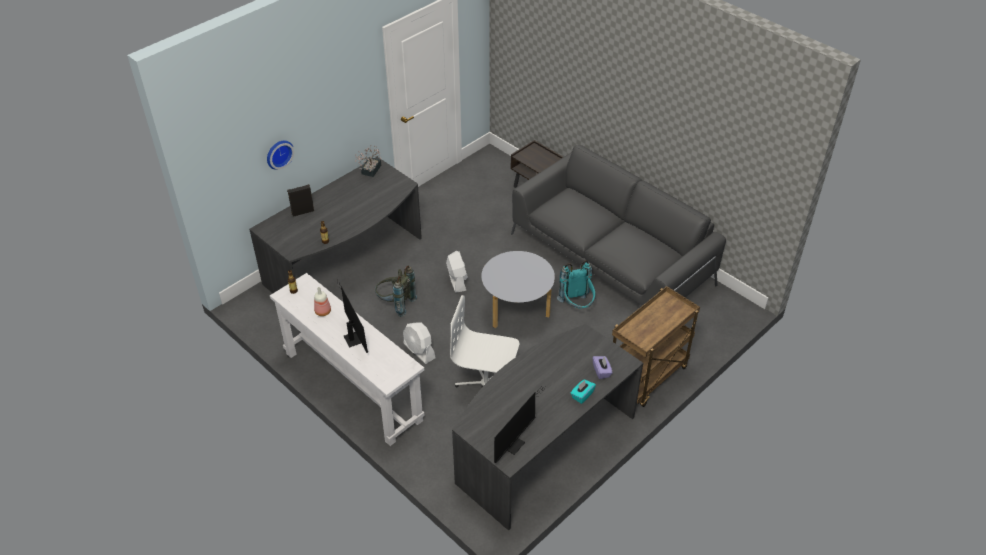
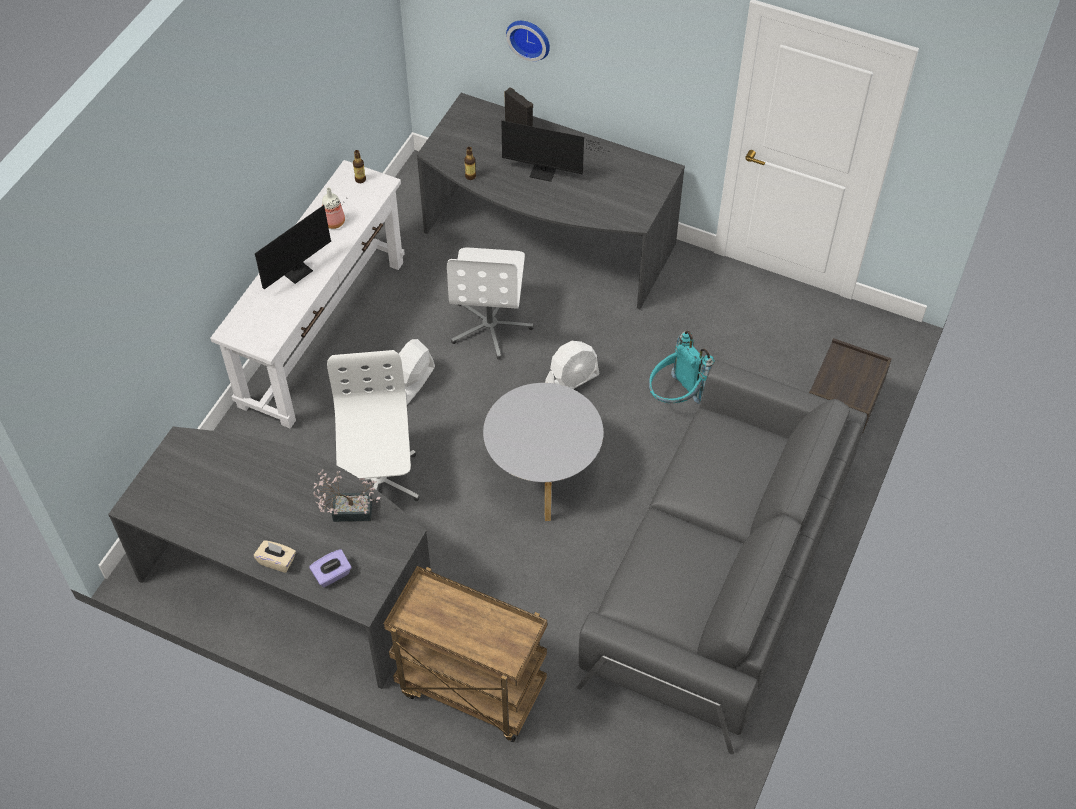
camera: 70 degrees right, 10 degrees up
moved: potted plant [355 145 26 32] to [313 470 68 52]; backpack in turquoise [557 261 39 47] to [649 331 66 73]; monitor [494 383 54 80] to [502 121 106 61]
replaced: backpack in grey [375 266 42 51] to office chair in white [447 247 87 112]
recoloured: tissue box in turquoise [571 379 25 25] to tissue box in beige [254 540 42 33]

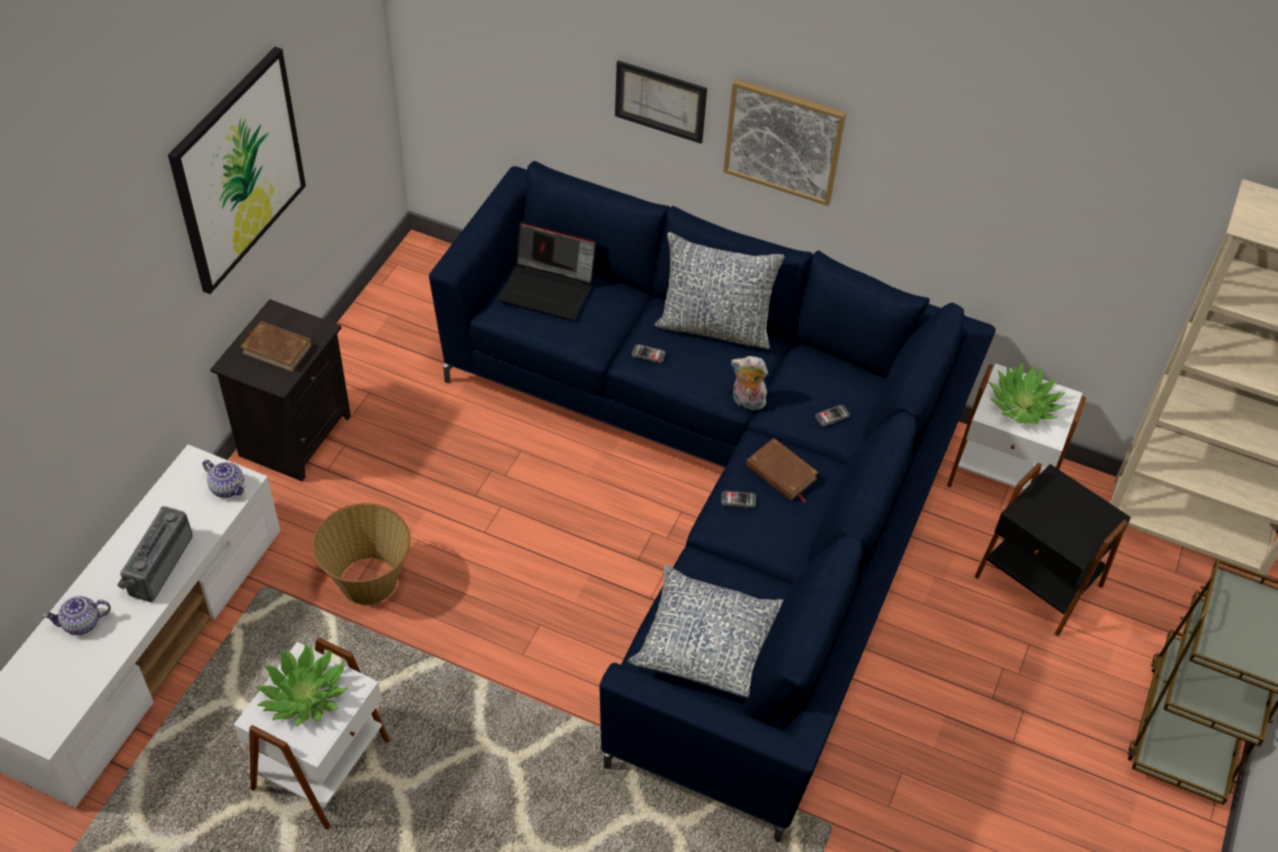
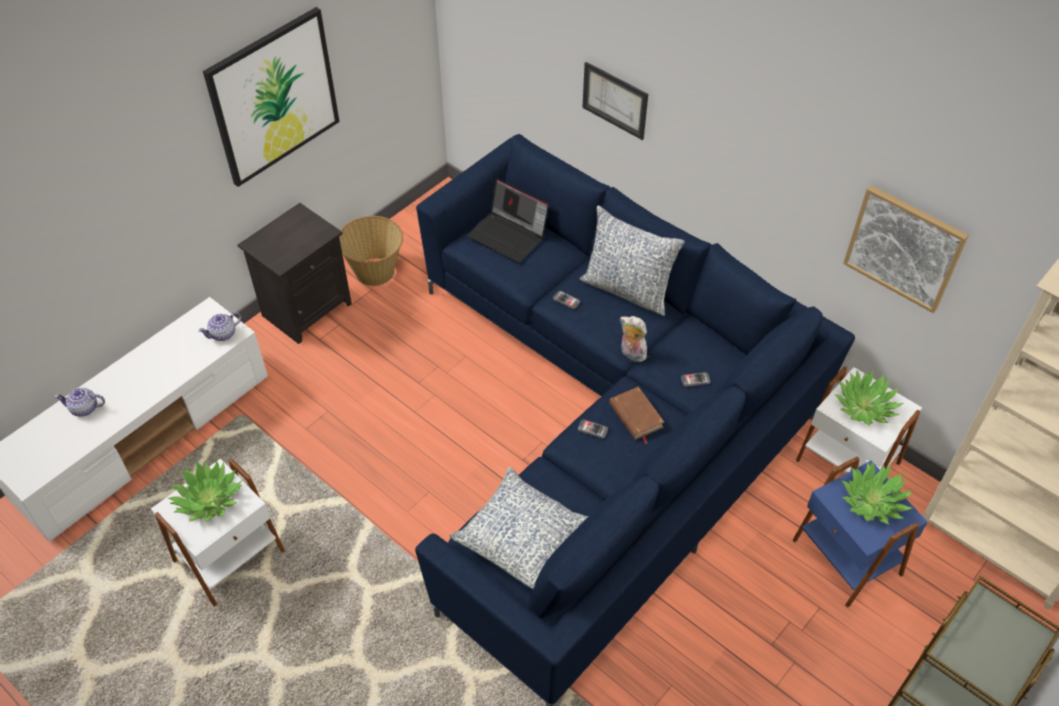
camera: 20 degrees right, 0 degrees up
removed: book in brown [240 321 72 51]; radio [117 506 76 96]
added: potted plant [842 461 71 63]
moved: picture [723 78 123 128] to [843 185 126 128]; basket [312 503 98 102] to [339 216 64 70]
recoloured: side table in black [975 463 156 173] to side table in blue [793 457 134 151]
turned: teapot [202 460 44 38] = [198 312 43 29] 90 degrees clockwise

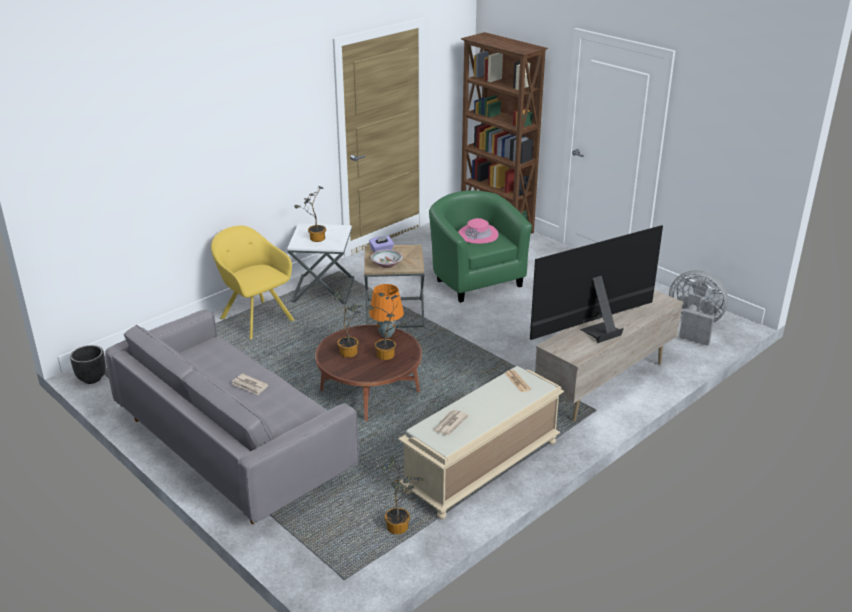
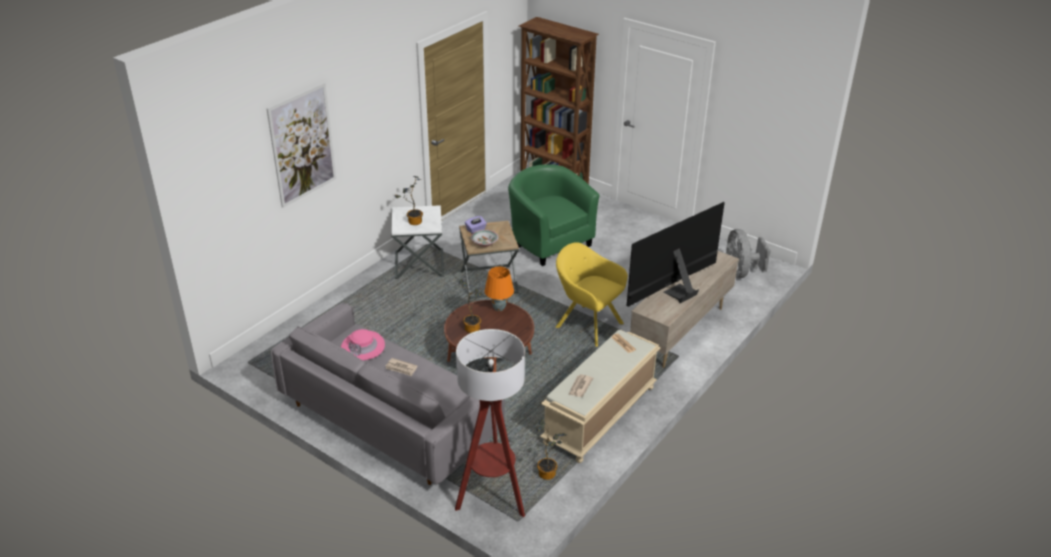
camera: 10 degrees left, 5 degrees up
removed: potted plant [367 293 39 67]; planter in black [70 345 36 39]
added: picture [266 83 70 125]; floor lamp [455 329 70 188]
moved: hat in pink [458 218 41 26] to [341 329 44 31]; armchair in yellow [211 226 84 113] to [556 242 72 105]
turned: fan in grey [669 270 59 76] = [726 229 45 49] 120 degrees counterclockwise

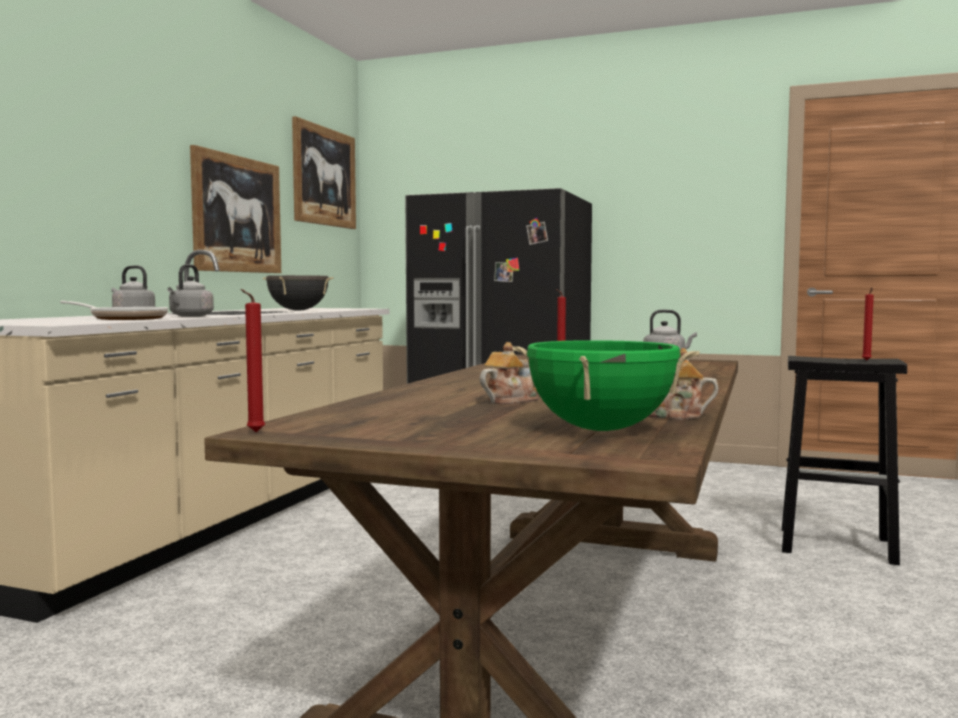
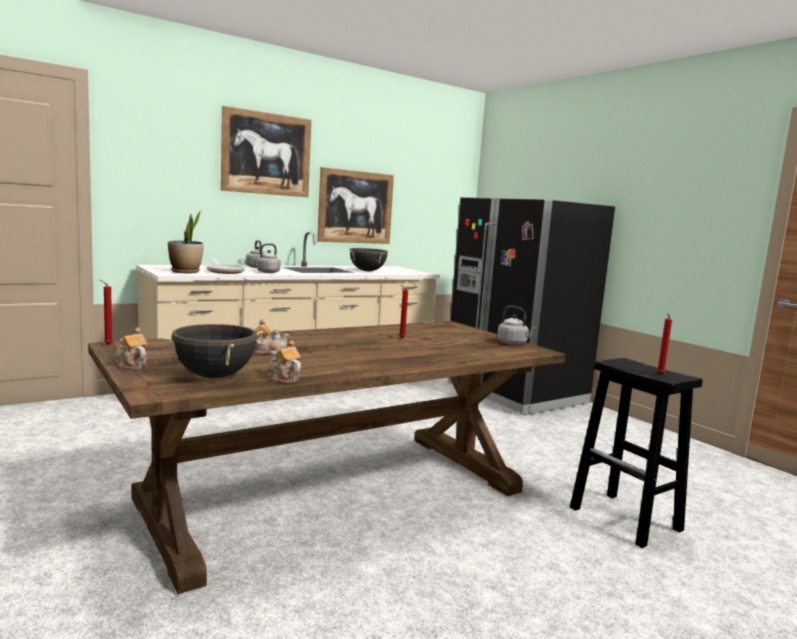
camera: 35 degrees right, 5 degrees up
added: potted plant [168 210 36 63]; teapot [115 328 32 41]
moved: picture [292 116 64 113] to [221 106 90 91]
recoloured: cooking pot in green [512 340 188 91] to cooking pot in black [162 324 102 54]

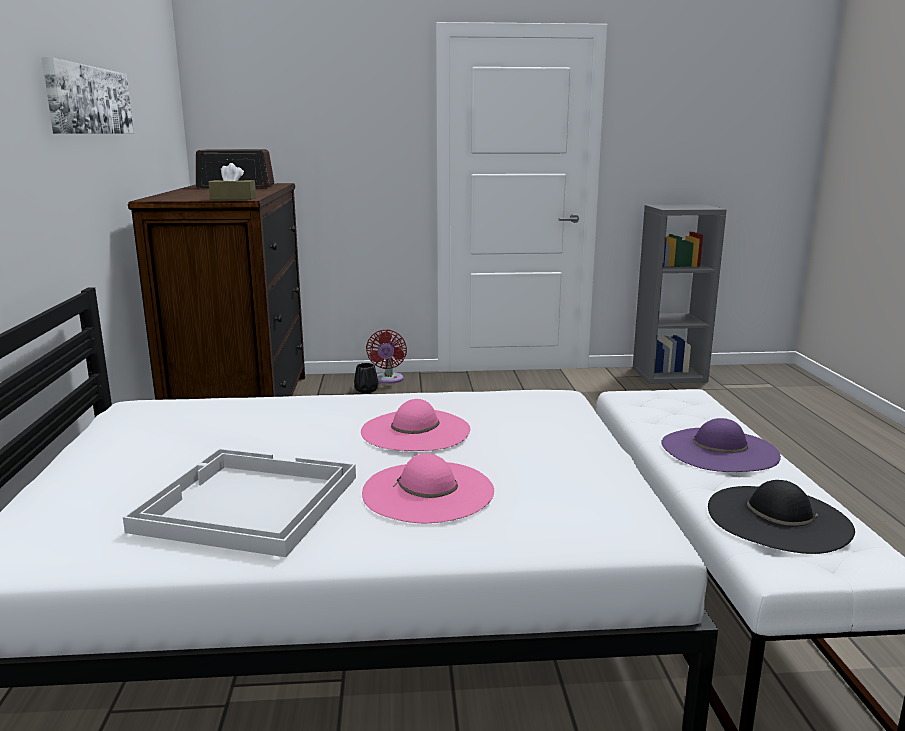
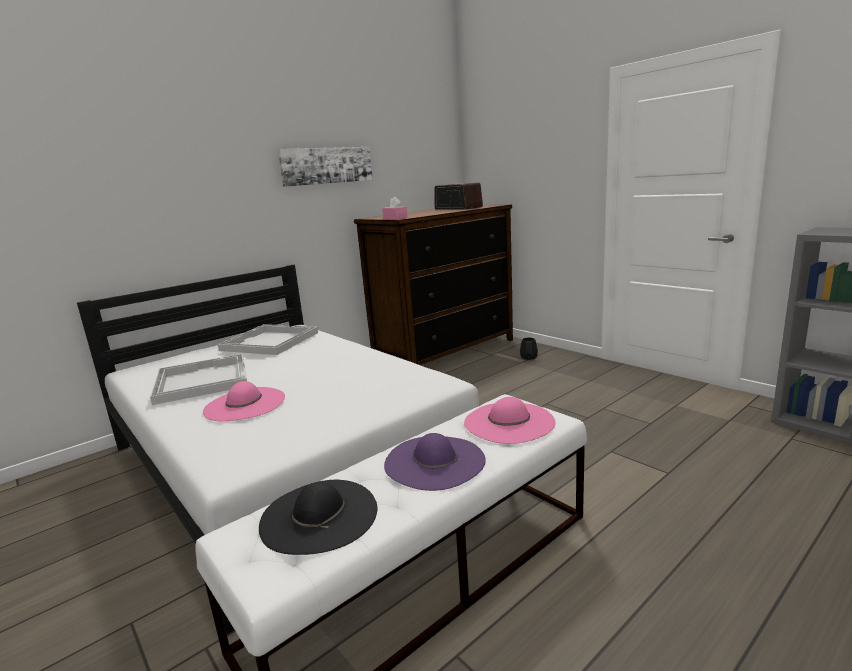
camera: 55 degrees right, 0 degrees up
removed: fan in red [366 329 41 55]
added: tray in white [218 324 100 31]
moved: hat in pink [361 399 109 52] to [464 397 91 47]
recoloured: tissue box in brown [209 163 47 37] to tissue box in pink [382 196 25 23]

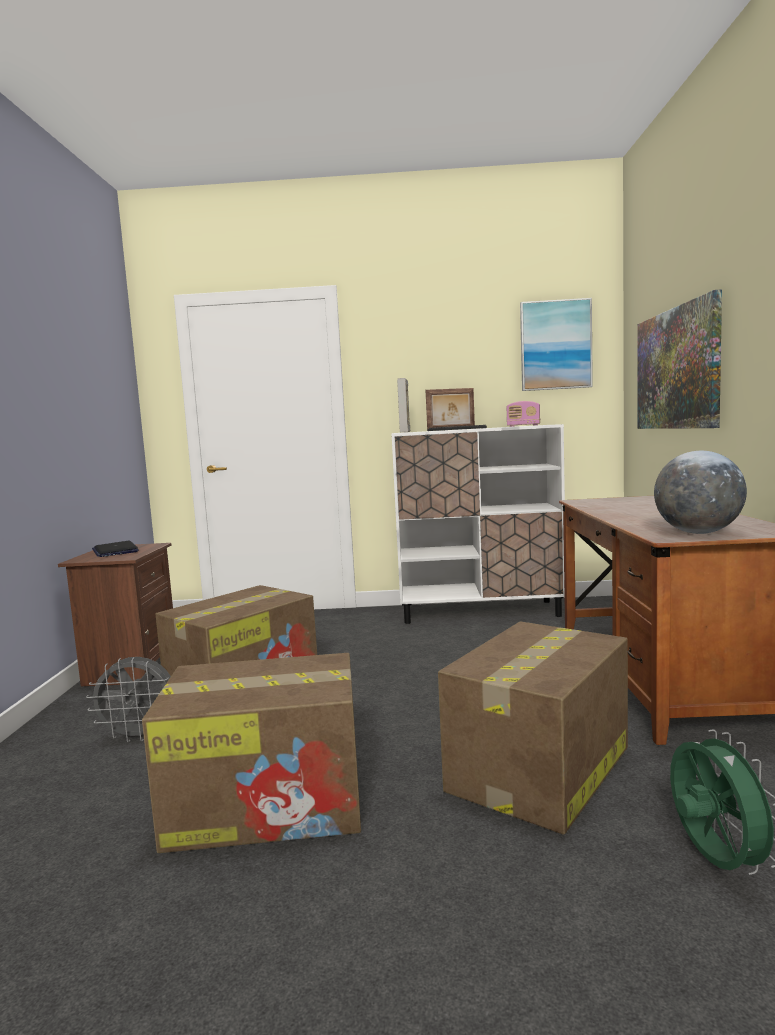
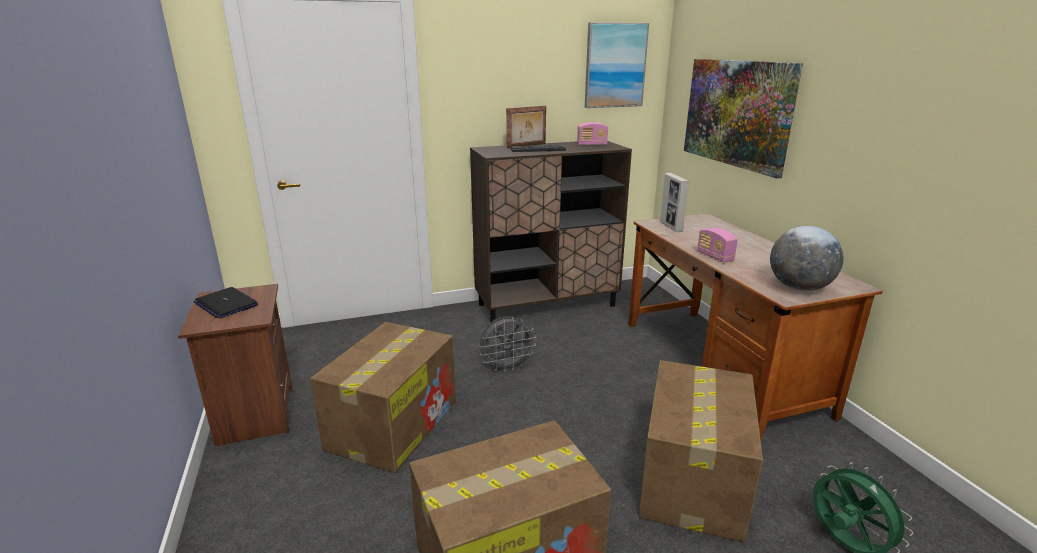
camera: 20 degrees left, 15 degrees up
added: radio [697 228 41 34]
moved: picture frame [397 378 13 55] to [660 173 29 59]; fan in grey [86 657 85 85] to [480 316 56 56]
recoloured: cabinet in white [391 424 174 200] to cabinet in brown [470 141 162 182]

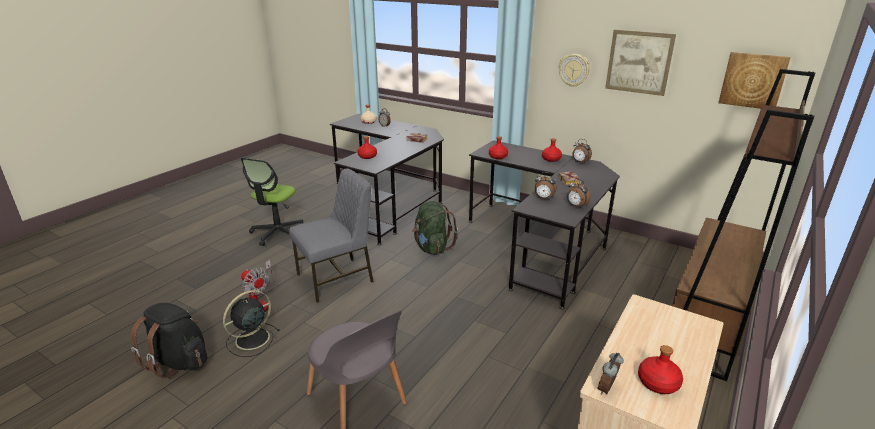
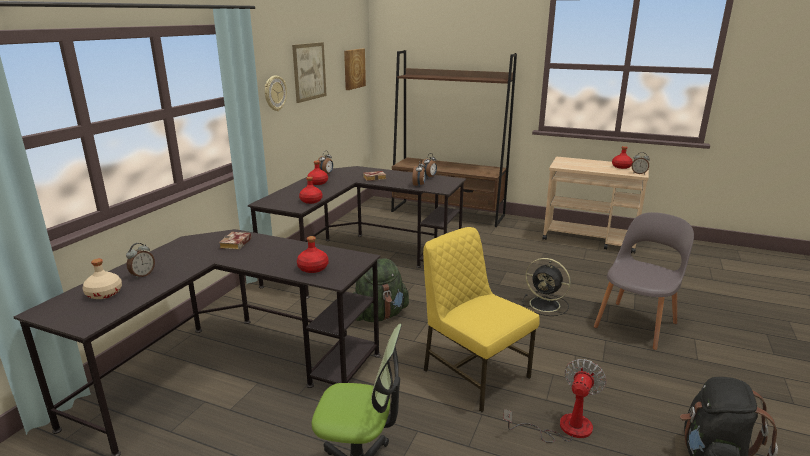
camera: 100 degrees left, 5 degrees down
moved: fan in black [223 290 57 67] to [523 258 47 58]
recoloured: chair in grey [289 169 85 134] to chair in yellow [423 227 117 185]

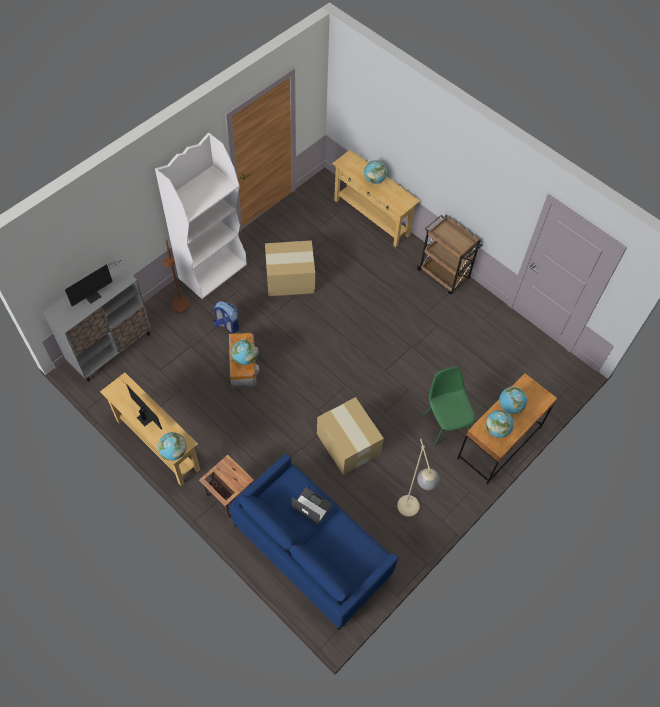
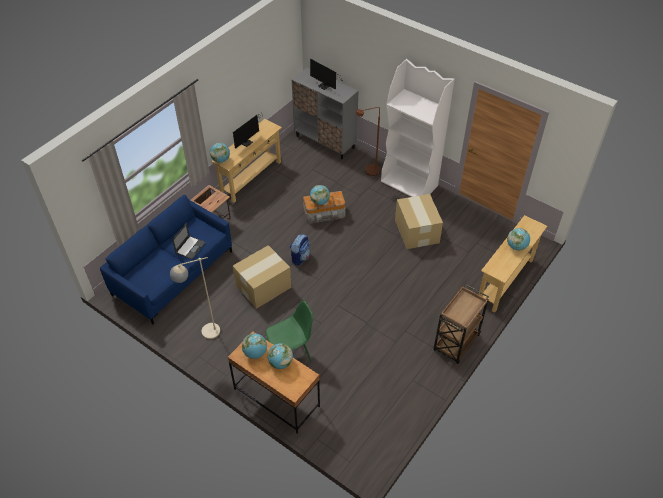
camera: 85 degrees right, 10 degrees down
moved: backpack [213 301 26 33] to [290 234 20 32]

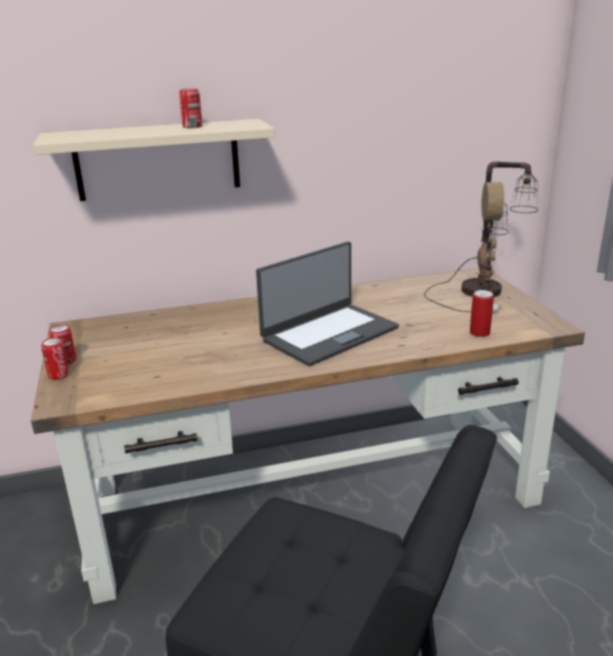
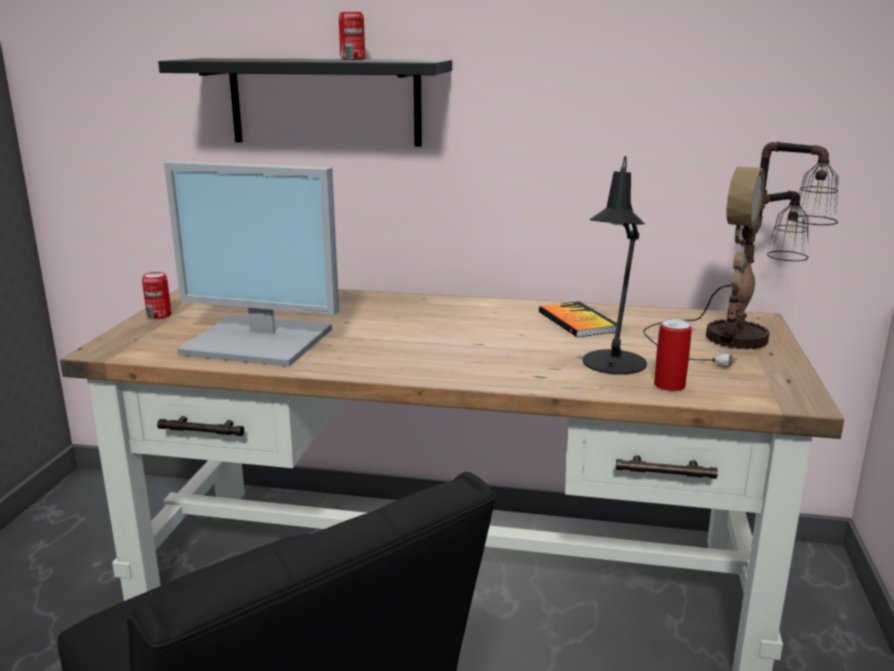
camera: 25 degrees right, 5 degrees down
removed: laptop [256 242 143 124]; can [41 338 29 42]
added: table lamp in black [583 156 64 218]; monitor [164 161 175 206]; book [539 301 78 36]
recoloured: shelf in beige [33 119 242 82] to shelf in black [158 58 294 89]

